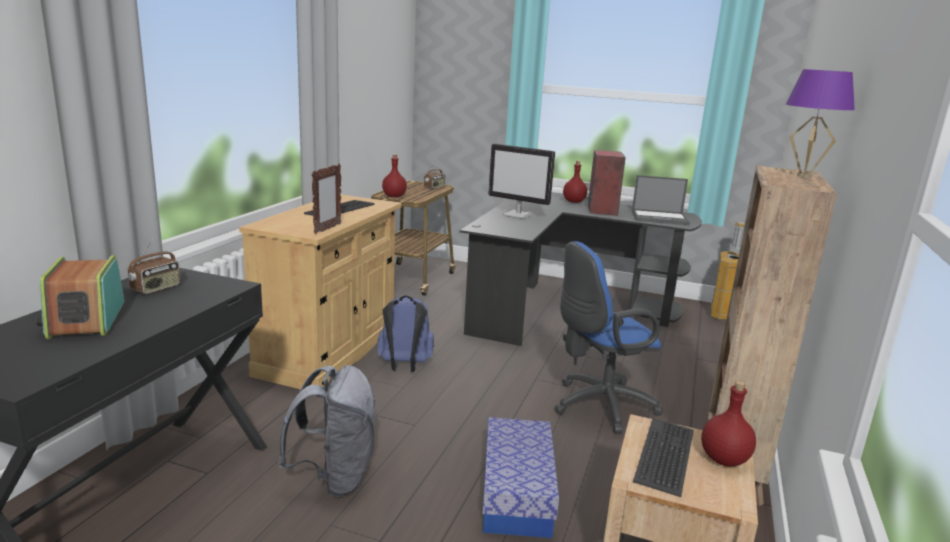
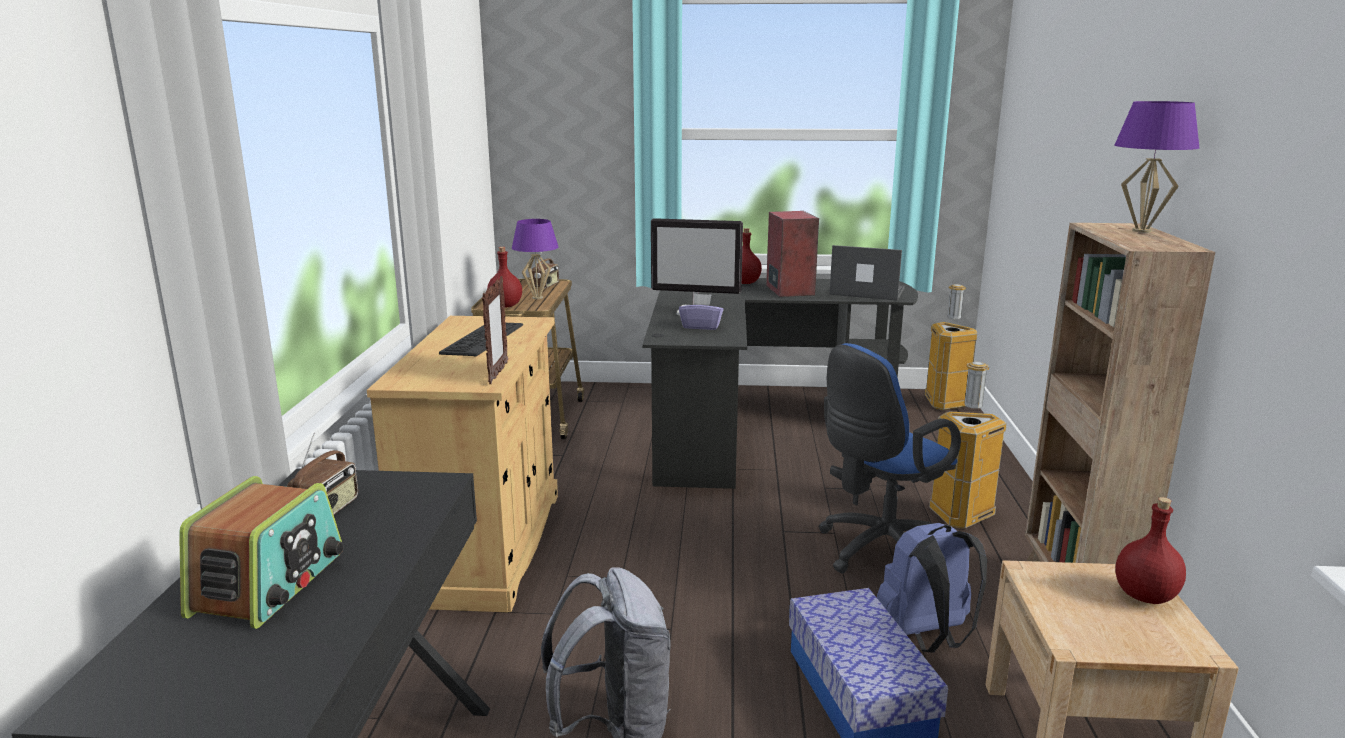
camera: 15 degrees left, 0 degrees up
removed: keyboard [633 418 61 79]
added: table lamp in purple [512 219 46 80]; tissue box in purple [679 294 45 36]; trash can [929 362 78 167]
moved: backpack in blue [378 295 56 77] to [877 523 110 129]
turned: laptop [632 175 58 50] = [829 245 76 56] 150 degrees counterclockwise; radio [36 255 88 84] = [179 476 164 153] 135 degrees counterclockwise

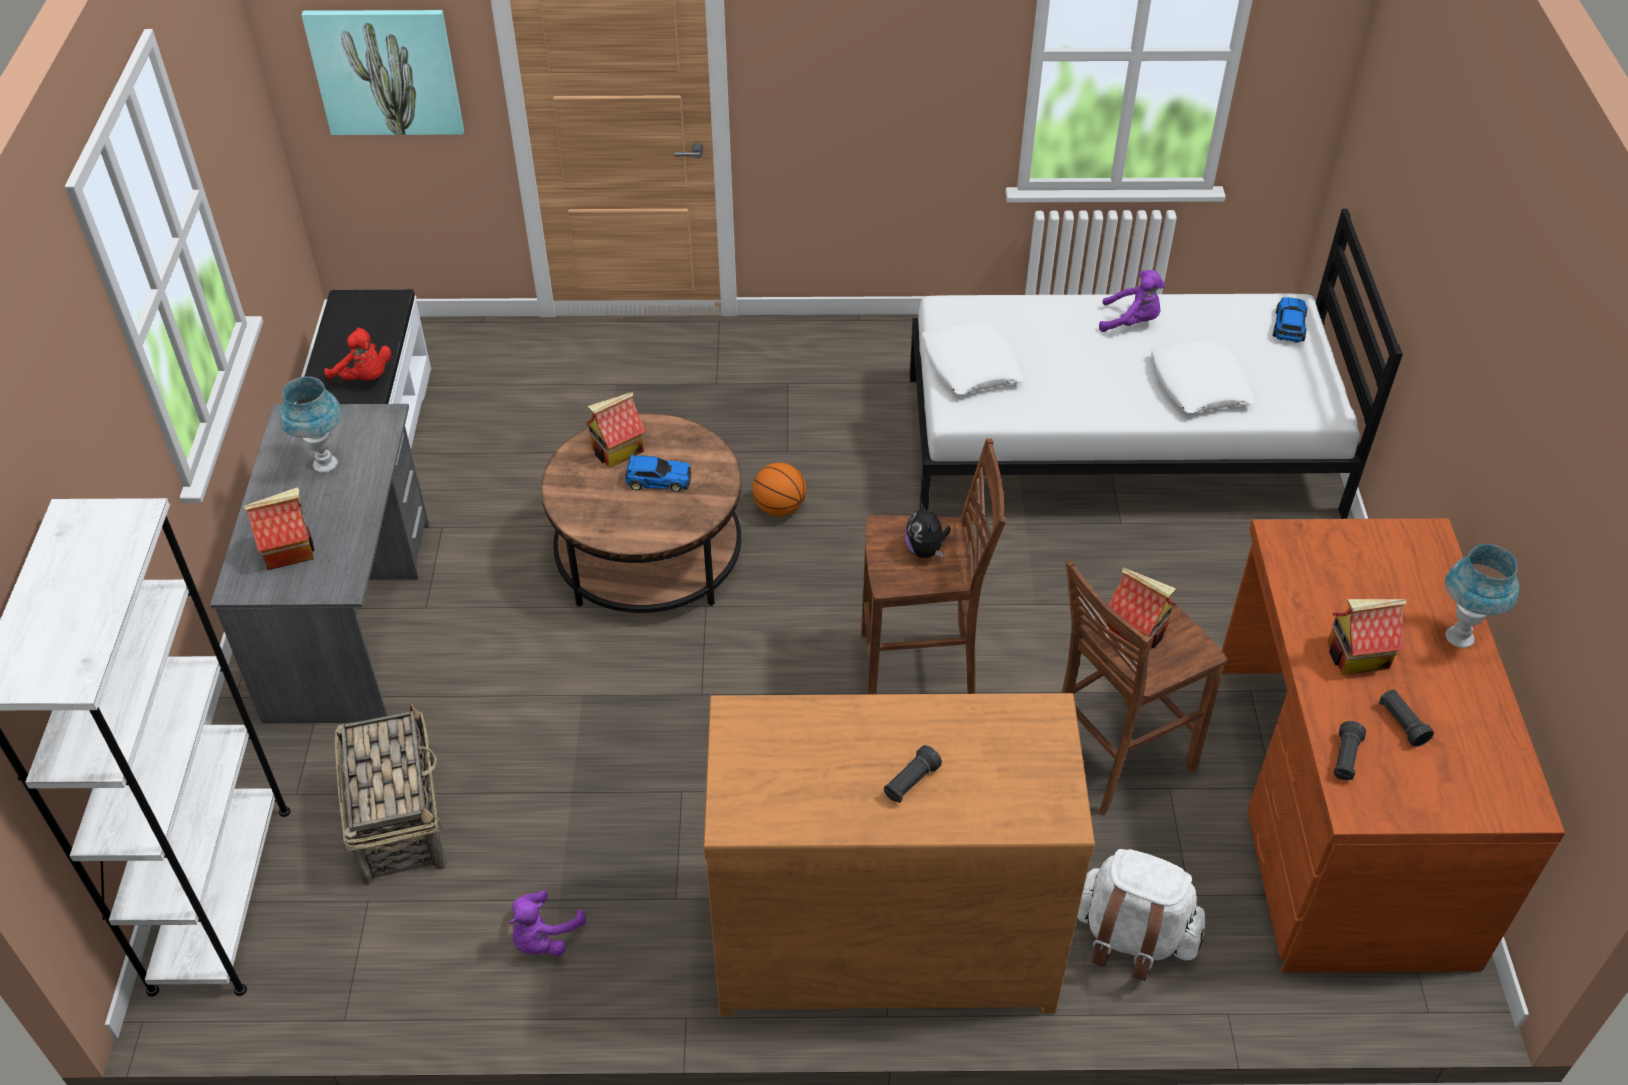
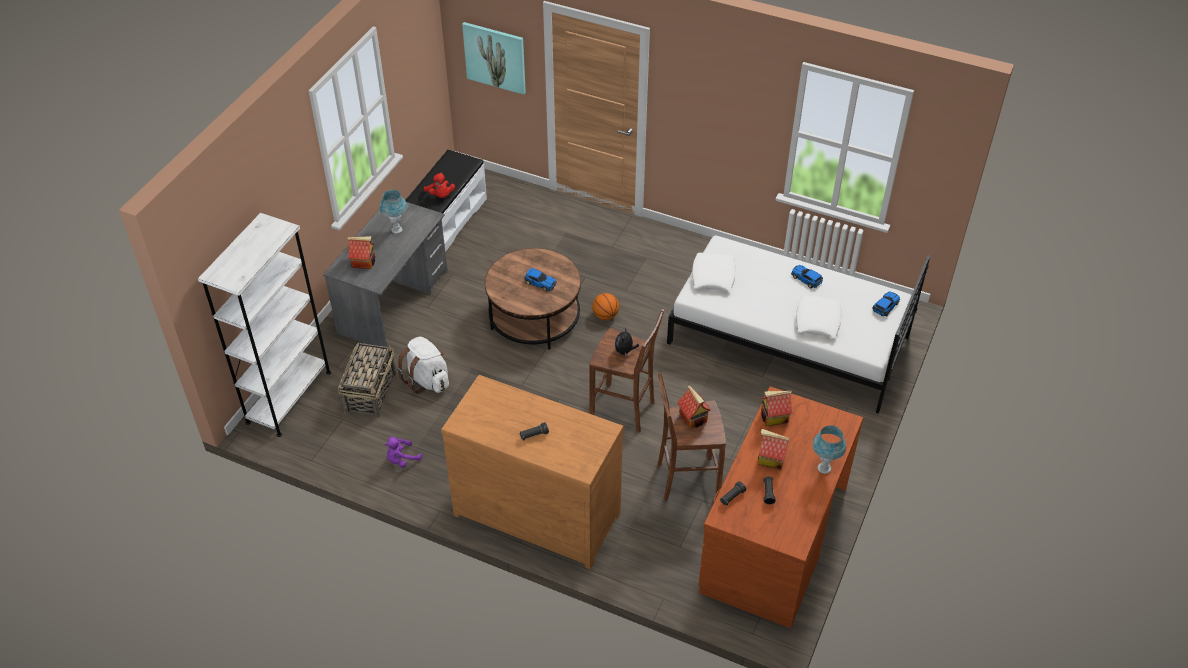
camera: 25 degrees right, 0 degrees up
moved: toy house [585 392 61 76] to [761 391 31 35]; backpack in white [1077 849 128 132] to [397 337 52 57]
replaced: plush toy in purple [1099 270 66 62] to toy car [791 265 32 23]

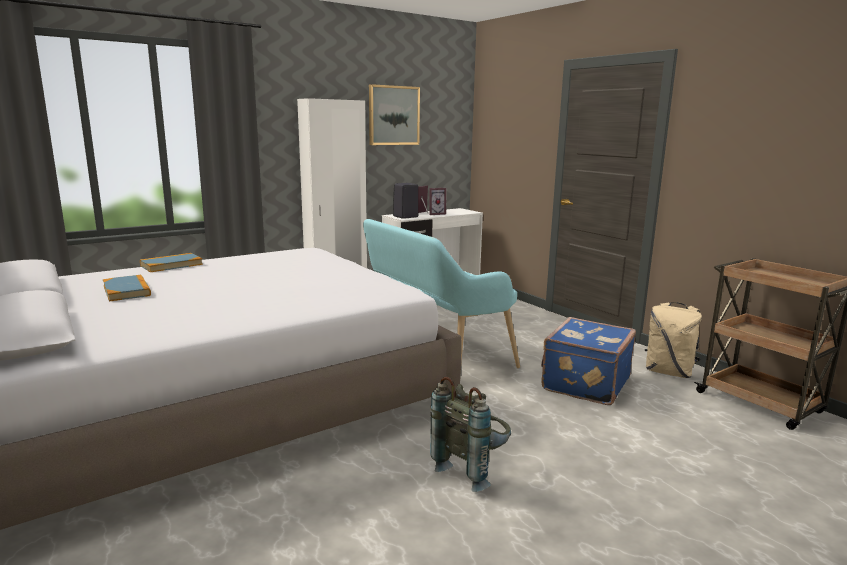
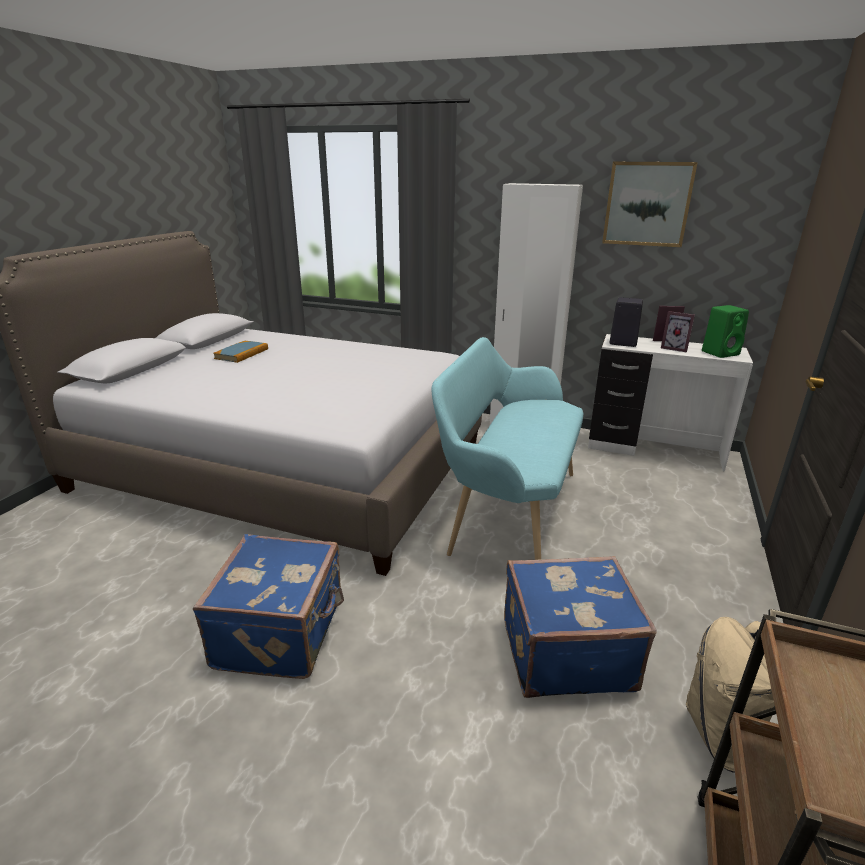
camera: 55 degrees right, 10 degrees up
removed: book [140 253 63 19]
added: speaker in green [702 305 47 53]
replaced: backpack in grey [430 377 81 115] to suitcase in blue [193 534 151 145]

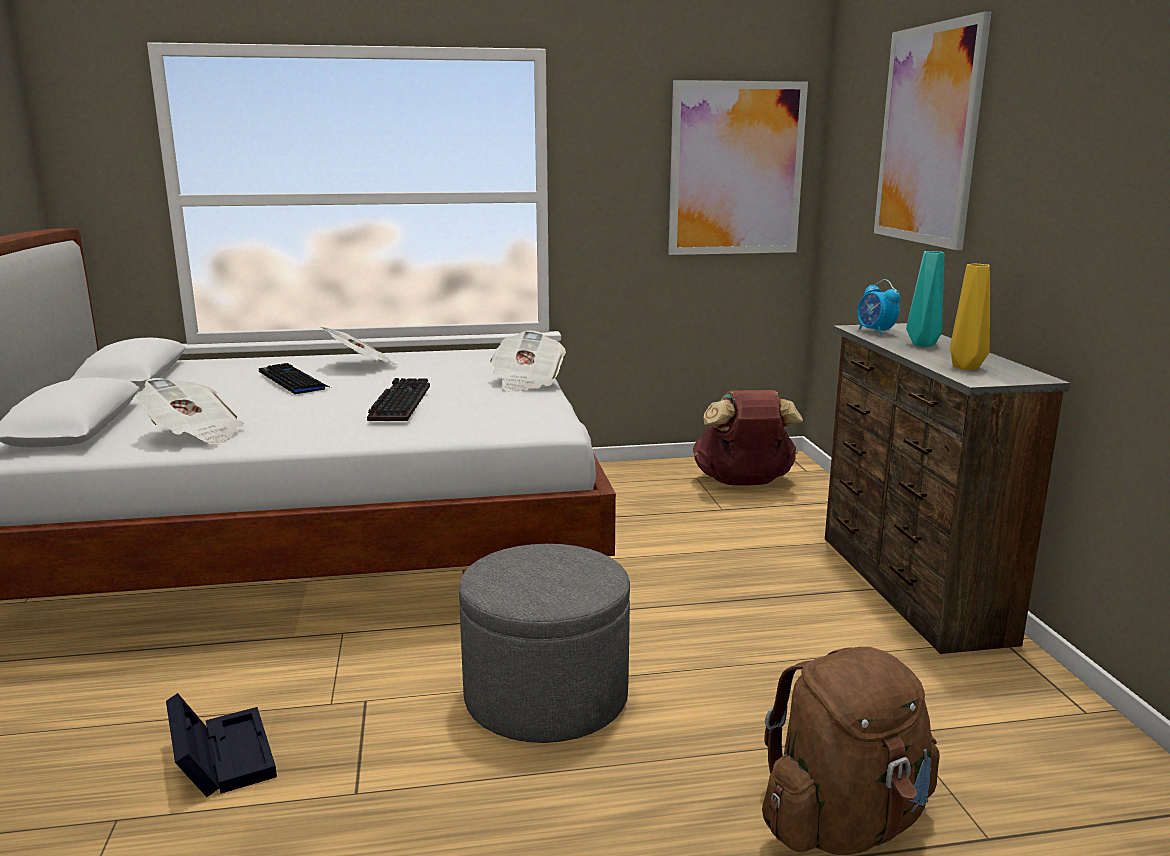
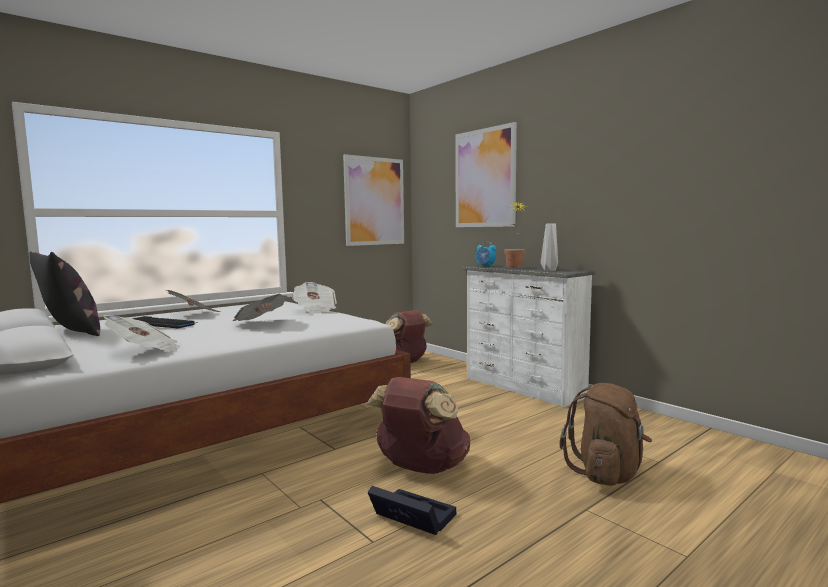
camera: 30 degrees left, 10 degrees down
added: pillow [29 251 71 85]
moved: storage box in black [166 693 111 104] to [367 486 89 49]
replaced: vase in turquoise [906 251 38 96] to potted plant [504 201 24 67]; keyboard [367 378 63 43] to newspaper [232 294 55 27]; ottoman in grey [459 544 171 199] to backpack in brown [366 377 104 97]
recoloured: vase in yellow [950 264 40 106] to vase in grey [541 224 17 47]; dresser in brown [825 323 245 331] to dresser in white [462 265 133 142]

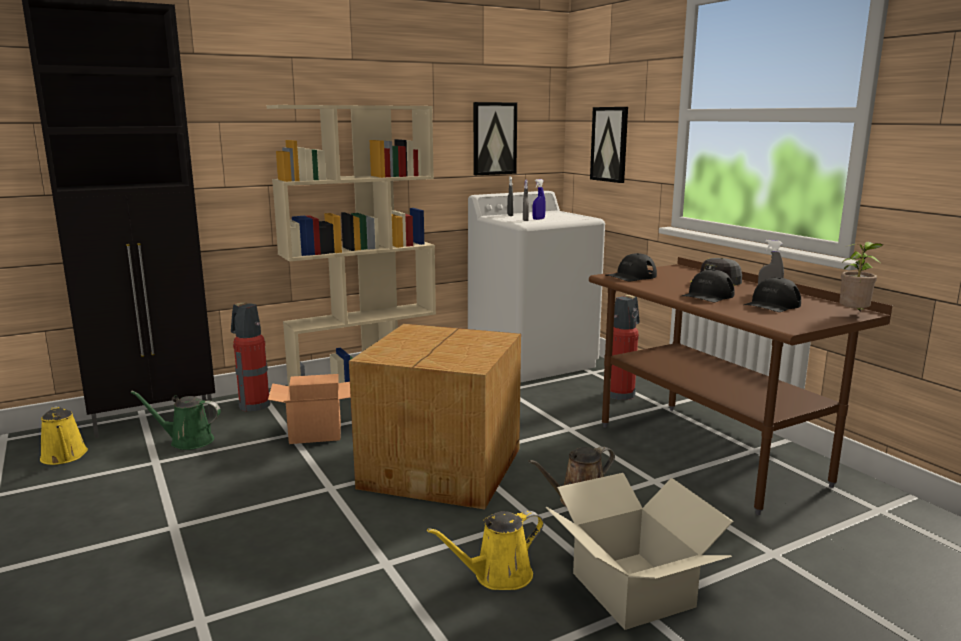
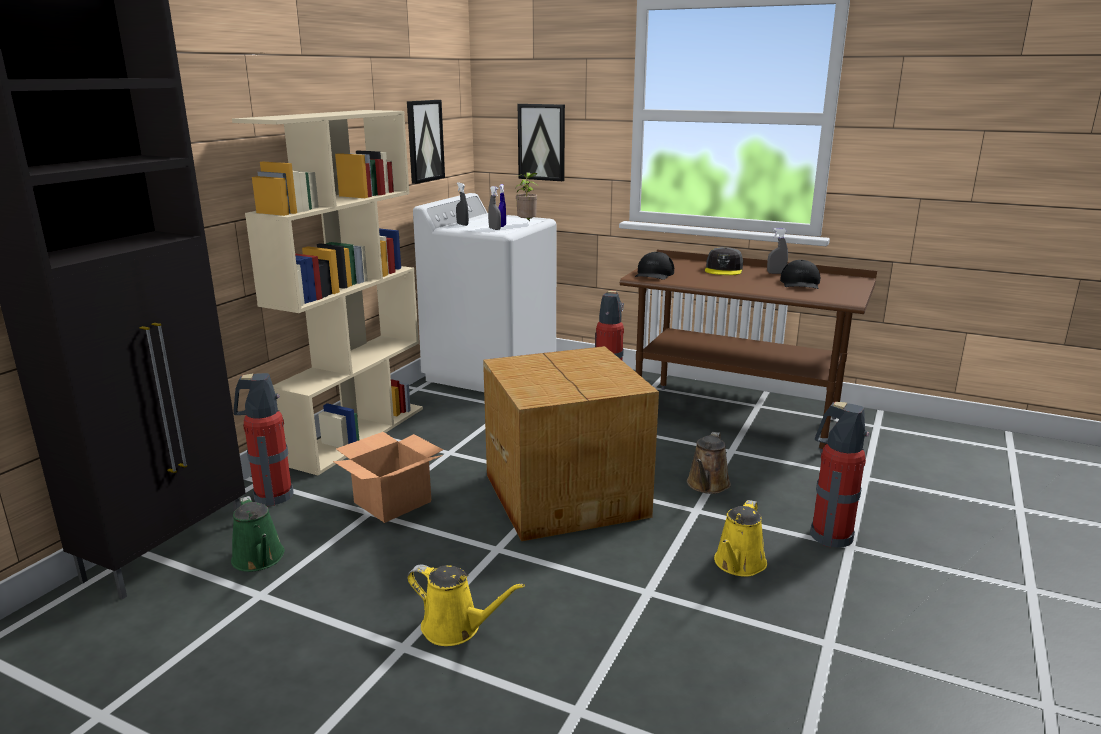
camera: 35 degrees left, 5 degrees up
removed: cap in black [682 270 53 32]
moved: potted plant [839 242 43 70] to [515 172 23 49]; watering can in yellow [40 405 48 60] to [407 565 118 81]
replaced: cardboard box [546 473 187 157] to fire extinguisher [810 402 59 145]
turned: watering can in green [130 391 91 59] = [231 496 54 76] 90 degrees counterclockwise

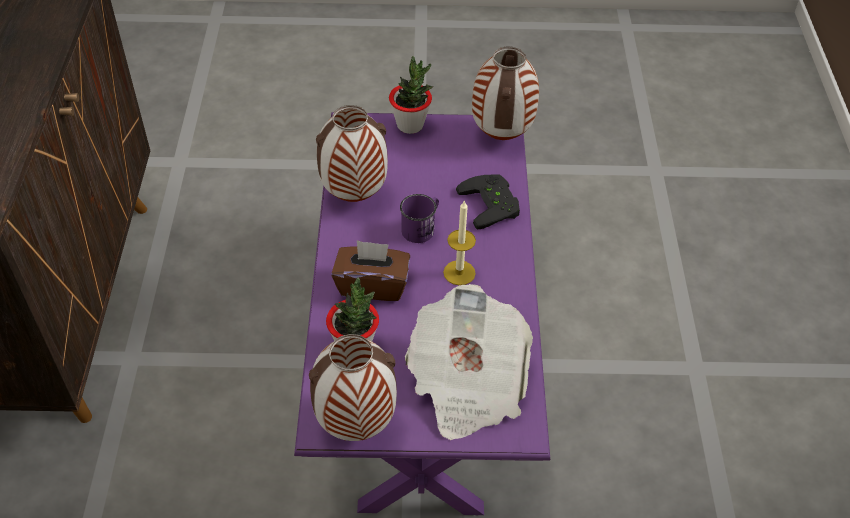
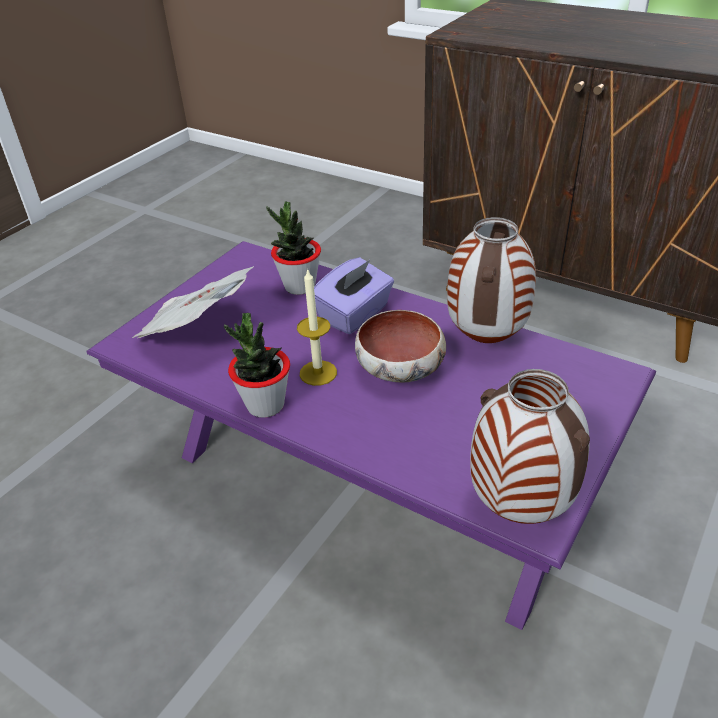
camera: 125 degrees right, 10 degrees down
removed: game controller in black [456 174 64 56]; vase [309 334 88 107]
moved: potted plant [389 56 44 78] to [224 313 66 105]
replaced: mug in purple [400 194 39 49] to bowl [355 310 91 73]
recoloured: tissue box in brown [331 240 79 61] to tissue box in purple [314 257 80 77]

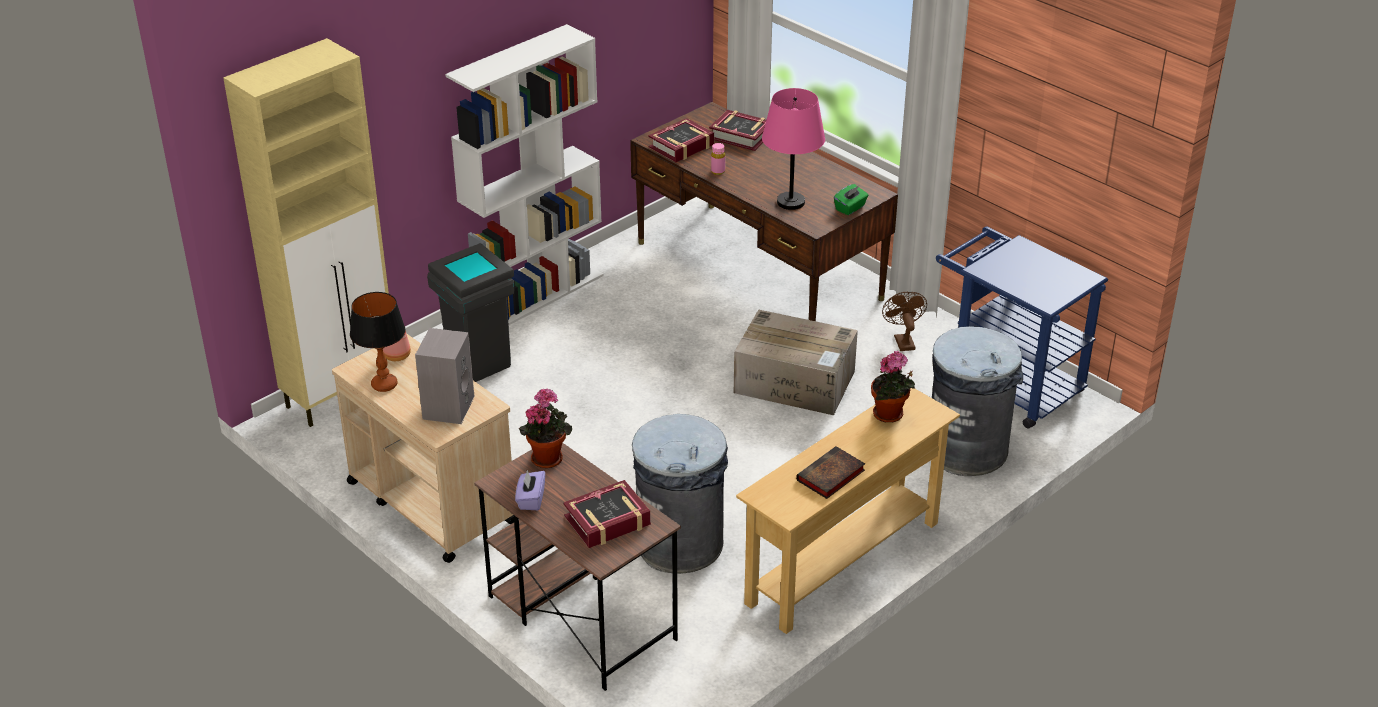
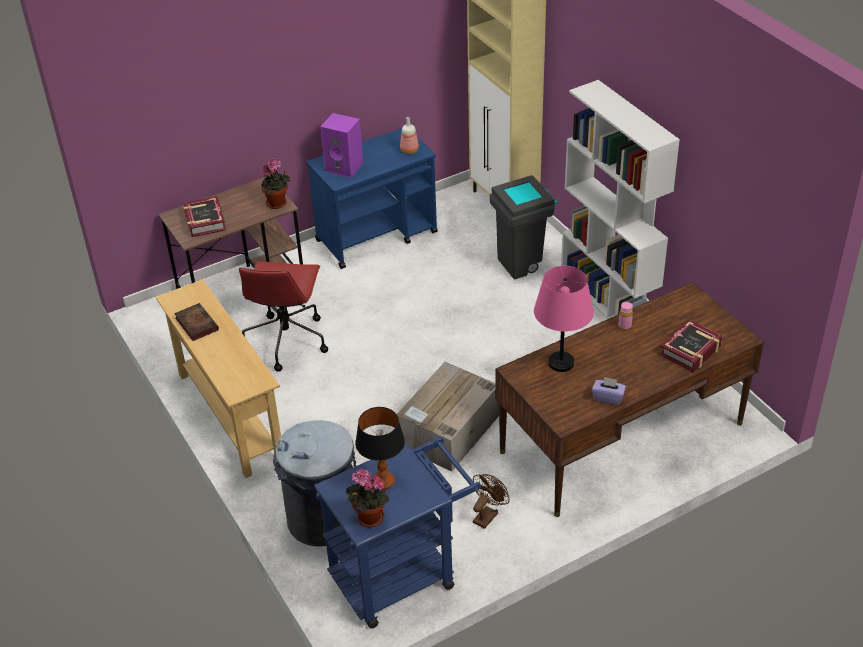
camera: 105 degrees right, 5 degrees up
removed: book [648 118 66 44]; tissue box in green [834 184 35 31]
moved: table lamp [350 292 56 100] to [355 407 50 83]; potted plant [871 351 44 72] to [346 468 43 60]; tissue box in purple [515 470 30 40] to [592 377 34 28]
replaced: trash can in grey [632 414 96 160] to office chair in red [239 261 89 111]
recoloured: speaker in grey [415 328 60 96] to speaker in purple [320 113 43 65]; cart in beige [332 334 182 229] to cart in blue [307 128 131 141]
turned: fan in brown [882 292 45 59] = [473 474 37 55] 60 degrees counterclockwise

